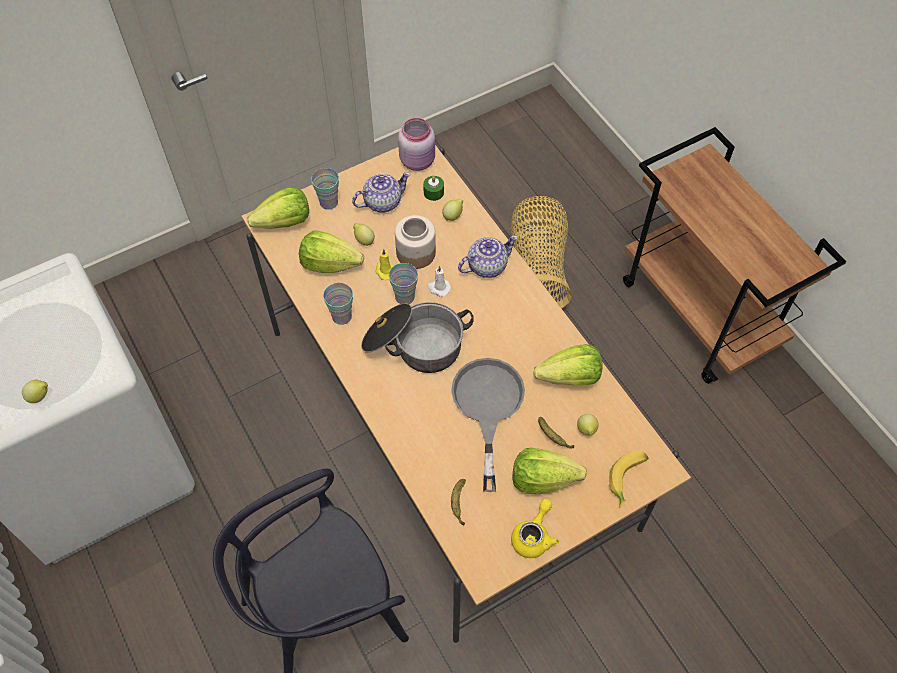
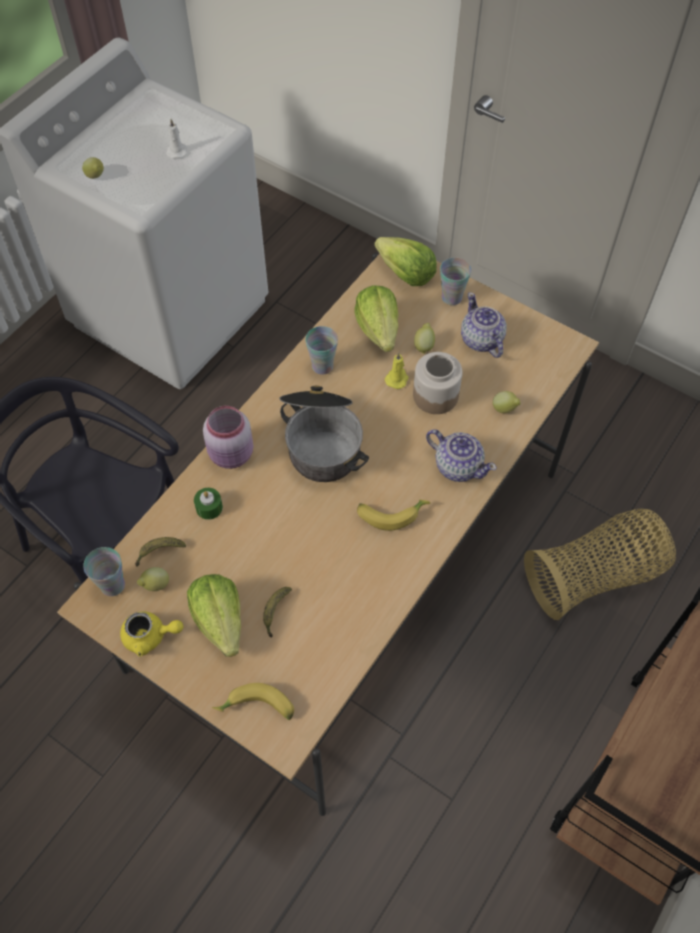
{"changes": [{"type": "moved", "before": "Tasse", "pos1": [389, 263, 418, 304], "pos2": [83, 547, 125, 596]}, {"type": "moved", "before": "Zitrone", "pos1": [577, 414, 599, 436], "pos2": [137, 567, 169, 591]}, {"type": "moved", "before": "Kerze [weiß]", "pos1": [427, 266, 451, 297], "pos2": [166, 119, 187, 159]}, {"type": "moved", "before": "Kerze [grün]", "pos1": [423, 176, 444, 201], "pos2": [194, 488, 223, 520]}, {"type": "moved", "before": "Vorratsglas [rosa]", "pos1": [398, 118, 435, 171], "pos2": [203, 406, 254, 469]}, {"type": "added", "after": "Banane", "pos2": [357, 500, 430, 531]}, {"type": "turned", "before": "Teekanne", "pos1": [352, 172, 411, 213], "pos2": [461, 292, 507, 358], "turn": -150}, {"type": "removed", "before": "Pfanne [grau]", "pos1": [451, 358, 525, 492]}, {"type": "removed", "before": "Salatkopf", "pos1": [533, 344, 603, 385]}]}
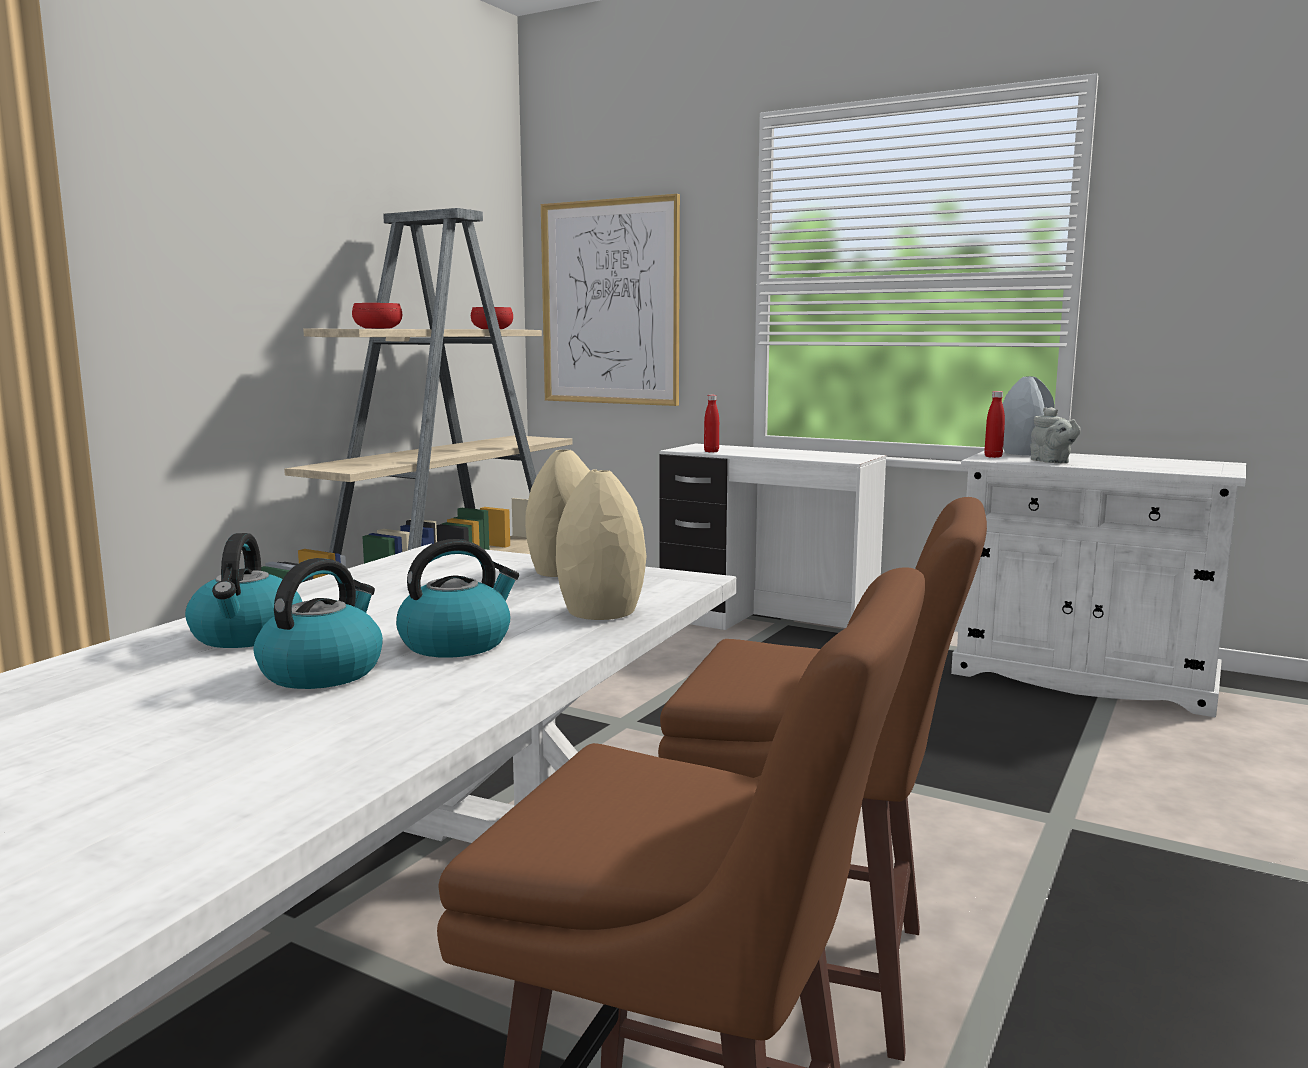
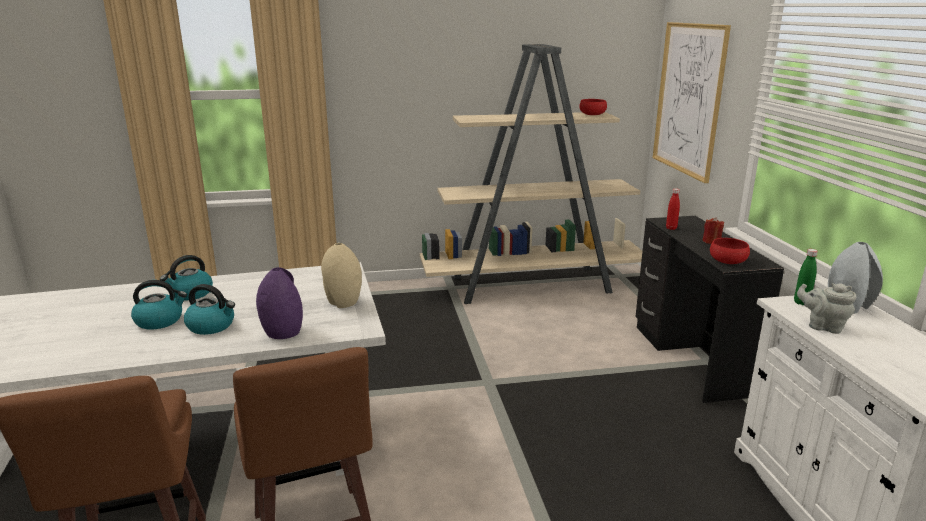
{"changes": [{"type": "recoloured", "before": "Vase [beige]", "after": "Vase [lila]", "pos1": [556, 469, 646, 620], "pos2": [256, 267, 303, 339]}, {"type": "recoloured", "before": "Schreibtisch [weiß]", "after": "Schreibtisch [schwarz]", "pos1": [659, 444, 886, 630], "pos2": [635, 216, 784, 403]}, {"type": "added", "after": "Kerze [rot]", "pos2": [703, 217, 724, 244]}, {"type": "moved", "before": "Schüssel [rot]", "pos1": [352, 303, 402, 329], "pos2": [710, 238, 750, 264]}, {"type": "recoloured", "before": "Flasche [rot]", "after": "Flasche [grün]", "pos1": [984, 391, 1005, 458], "pos2": [794, 249, 818, 305]}, {"type": "turned", "before": "Teekanne [grau]", "pos1": [1030, 407, 1081, 464], "pos2": [797, 283, 856, 334], "turn": 90}]}
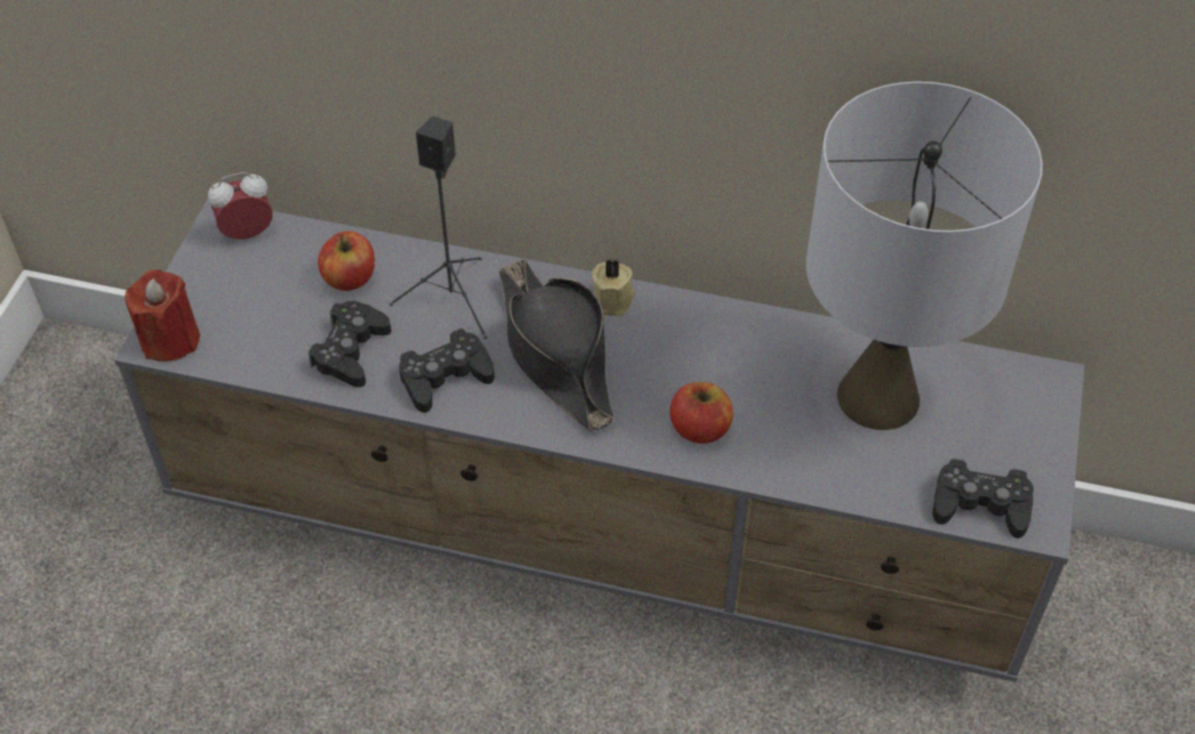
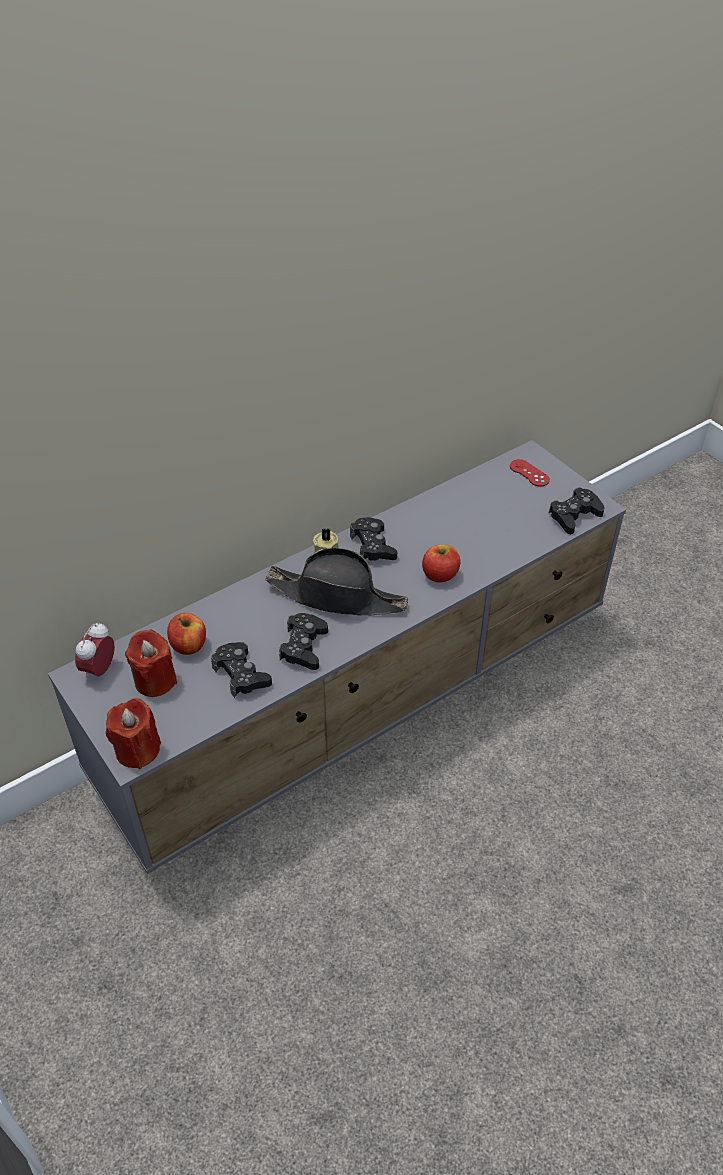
{"changes": [{"type": "added", "after": "Kerze [rot]", "pos2": [125, 629, 177, 697]}, {"type": "added", "after": "Gamepad [schwarz]", "pos2": [350, 517, 397, 561]}, {"type": "added", "after": "Gamepad [rot]", "pos2": [510, 459, 550, 487]}, {"type": "removed", "before": "Lautsprecher [schwarz]", "pos1": [389, 116, 487, 339]}, {"type": "removed", "before": "Tischlampe [grau]", "pos1": [806, 81, 1043, 430]}]}
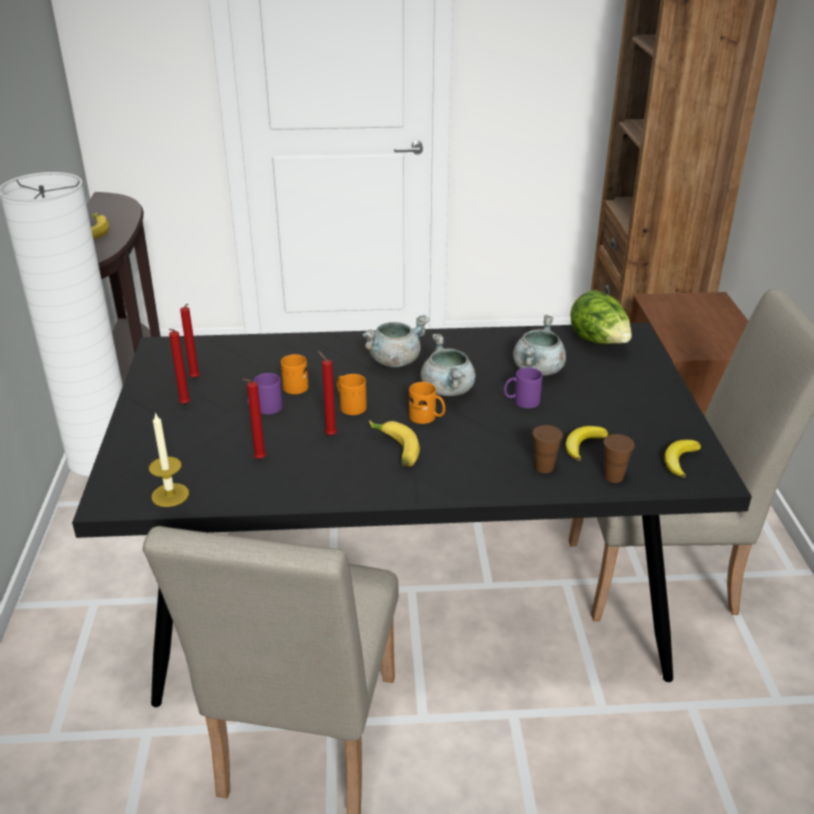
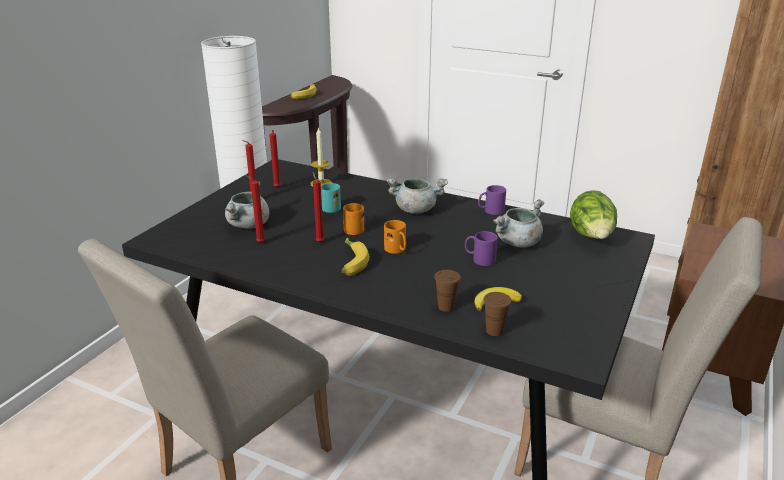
{"changes": [{"type": "moved", "before": "Kochtopf [grau]", "pos1": [421, 334, 476, 397], "pos2": [225, 181, 270, 229]}, {"type": "moved", "before": "Kerze", "pos1": [149, 412, 189, 507], "pos2": [311, 127, 332, 187]}, {"type": "recoloured", "before": "Henkelbecher [orange]", "after": "Henkelbecher [türkis]", "pos1": [281, 354, 308, 394], "pos2": [321, 183, 341, 213]}, {"type": "moved", "before": "Henkelbecher [lila]", "pos1": [247, 373, 283, 414], "pos2": [478, 185, 506, 215]}, {"type": "removed", "before": "Banane", "pos1": [664, 440, 701, 478]}]}
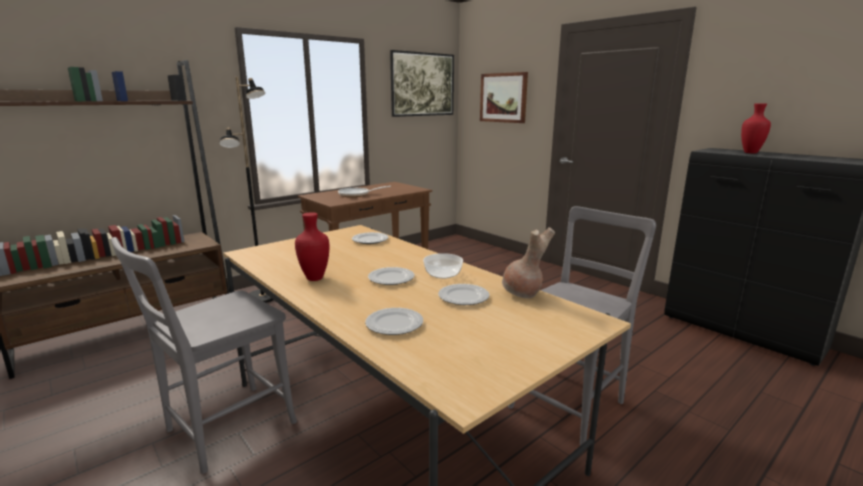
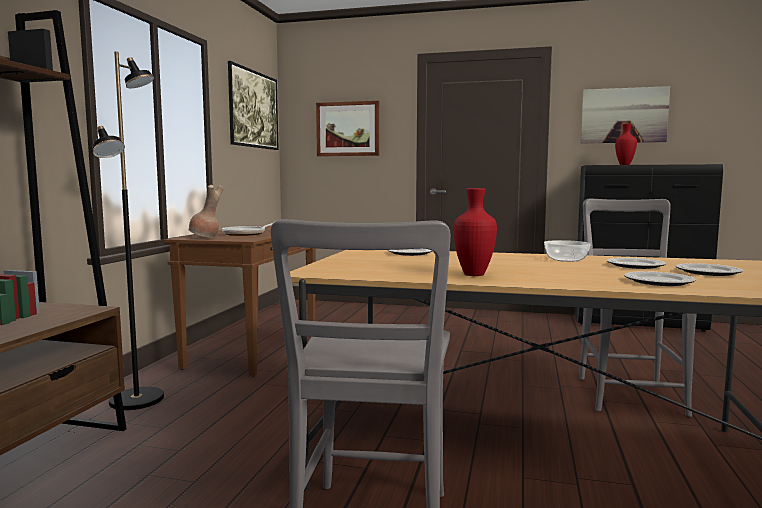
{"changes": [{"type": "moved", "before": "Vase [braun]", "pos1": [502, 227, 555, 298], "pos2": [189, 185, 223, 238]}, {"type": "added", "after": "Bild", "pos2": [581, 86, 670, 143]}, {"type": "moved", "before": "Teller", "pos1": [368, 267, 414, 285], "pos2": [676, 263, 743, 276]}]}
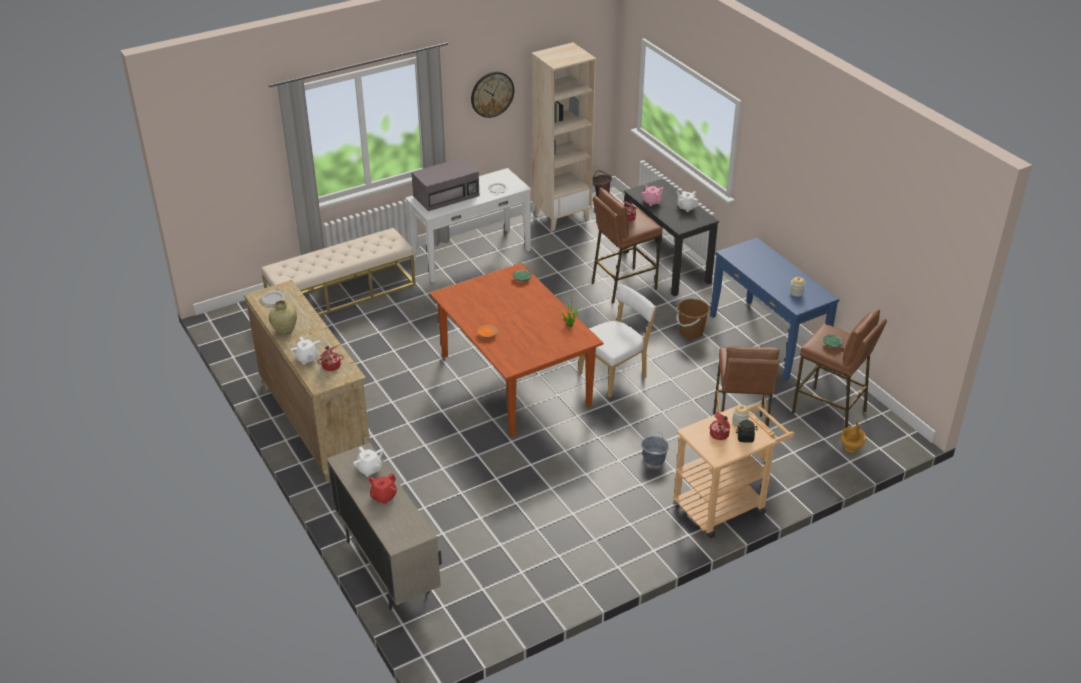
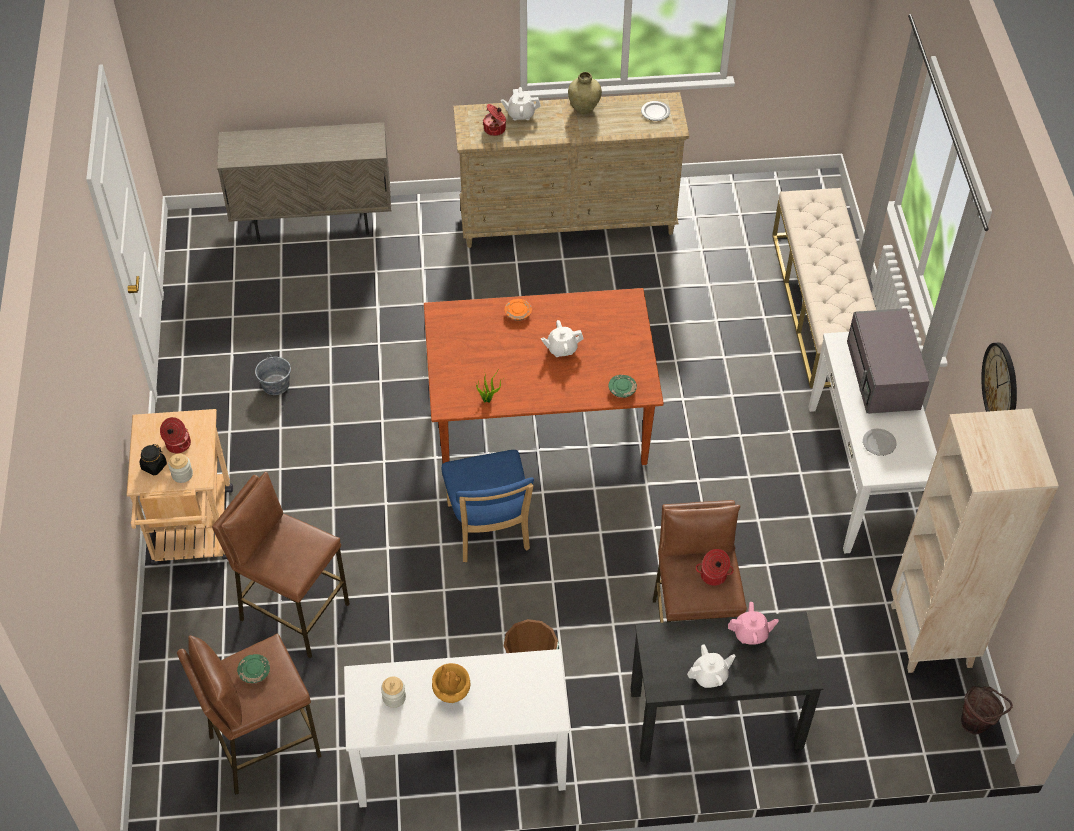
{"changes": [{"type": "moved", "before": "Eimer [grau]", "pos1": [641, 435, 669, 466], "pos2": [255, 355, 291, 395]}, {"type": "recoloured", "before": "Konsolentisch [blau]", "after": "Konsolentisch [weiß]", "pos1": [710, 237, 839, 381], "pos2": [344, 649, 570, 808]}, {"type": "moved", "before": "Vase [braun]", "pos1": [841, 421, 866, 453], "pos2": [432, 663, 471, 703]}, {"type": "recoloured", "before": "Stuhl [weiß]", "after": "Stuhl [blau]", "pos1": [578, 284, 657, 398], "pos2": [442, 450, 534, 562]}, {"type": "moved", "before": "Teekanne [weiß]", "pos1": [353, 446, 383, 477], "pos2": [541, 320, 583, 357]}, {"type": "removed", "before": "Teekanne [rot]", "pos1": [368, 473, 397, 504]}]}
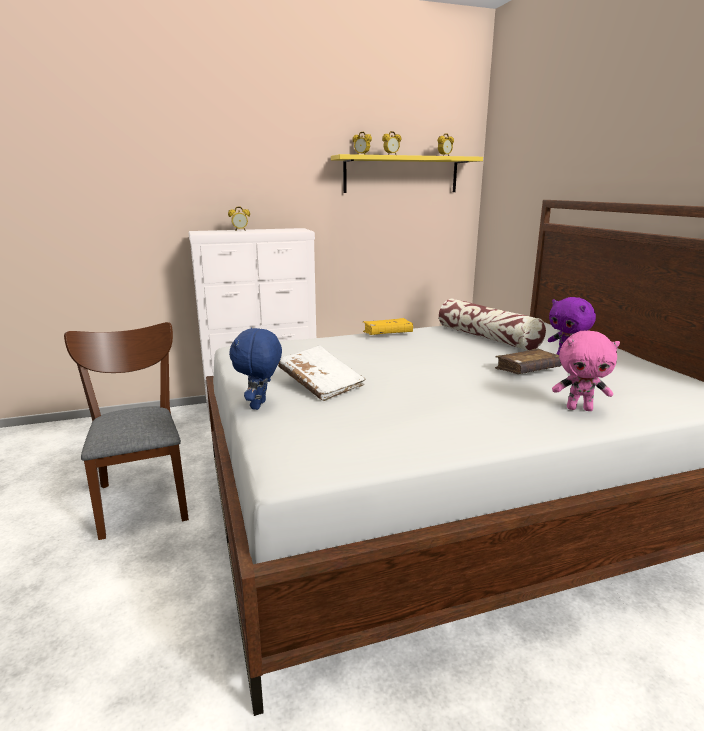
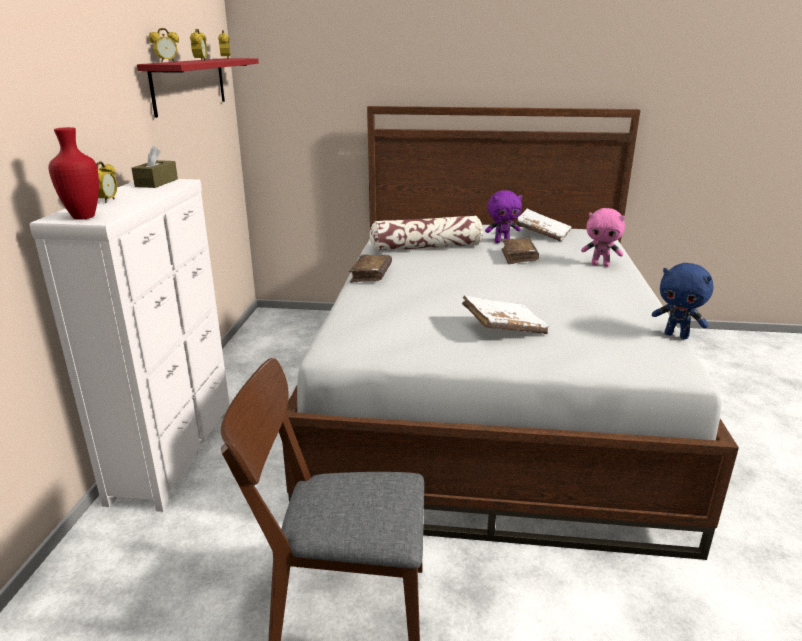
{"changes": [{"type": "added", "after": "Vase [rot]", "pos2": [49, 127, 99, 220]}, {"type": "added", "after": "Taschentuchbox [braun]", "pos2": [131, 146, 178, 188]}, {"type": "recoloured", "before": "Wandregal [gelb]", "after": "Wandregal [rot]", "pos1": [331, 154, 483, 193], "pos2": [137, 58, 259, 118]}, {"type": "recoloured", "before": "Buch [gelb]", "after": "Buch [braun]", "pos1": [363, 318, 413, 335], "pos2": [349, 254, 392, 283]}, {"type": "added", "after": "Buch [weiß]", "pos2": [516, 209, 572, 242]}, {"type": "turned", "before": "Plüschtier [rosa]", "pos1": [552, 330, 620, 411], "pos2": [581, 208, 625, 267], "turn": 75}, {"type": "moved", "before": "Plüschtier [blau]", "pos1": [229, 327, 282, 410], "pos2": [652, 263, 714, 339]}]}
